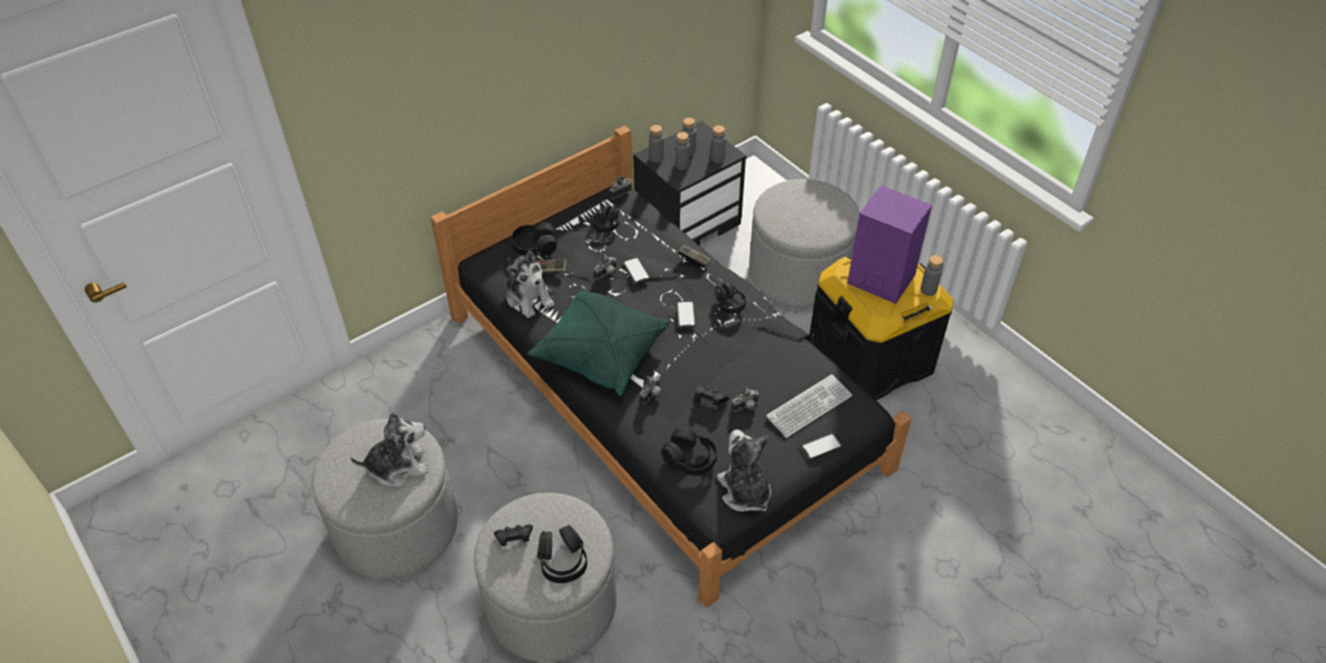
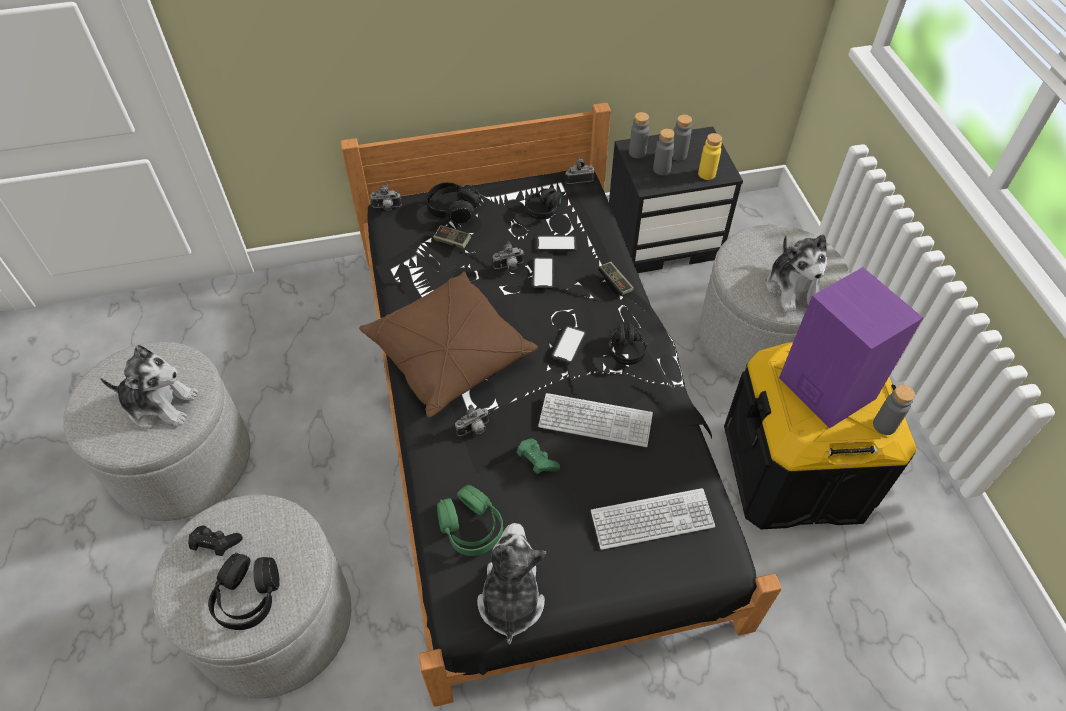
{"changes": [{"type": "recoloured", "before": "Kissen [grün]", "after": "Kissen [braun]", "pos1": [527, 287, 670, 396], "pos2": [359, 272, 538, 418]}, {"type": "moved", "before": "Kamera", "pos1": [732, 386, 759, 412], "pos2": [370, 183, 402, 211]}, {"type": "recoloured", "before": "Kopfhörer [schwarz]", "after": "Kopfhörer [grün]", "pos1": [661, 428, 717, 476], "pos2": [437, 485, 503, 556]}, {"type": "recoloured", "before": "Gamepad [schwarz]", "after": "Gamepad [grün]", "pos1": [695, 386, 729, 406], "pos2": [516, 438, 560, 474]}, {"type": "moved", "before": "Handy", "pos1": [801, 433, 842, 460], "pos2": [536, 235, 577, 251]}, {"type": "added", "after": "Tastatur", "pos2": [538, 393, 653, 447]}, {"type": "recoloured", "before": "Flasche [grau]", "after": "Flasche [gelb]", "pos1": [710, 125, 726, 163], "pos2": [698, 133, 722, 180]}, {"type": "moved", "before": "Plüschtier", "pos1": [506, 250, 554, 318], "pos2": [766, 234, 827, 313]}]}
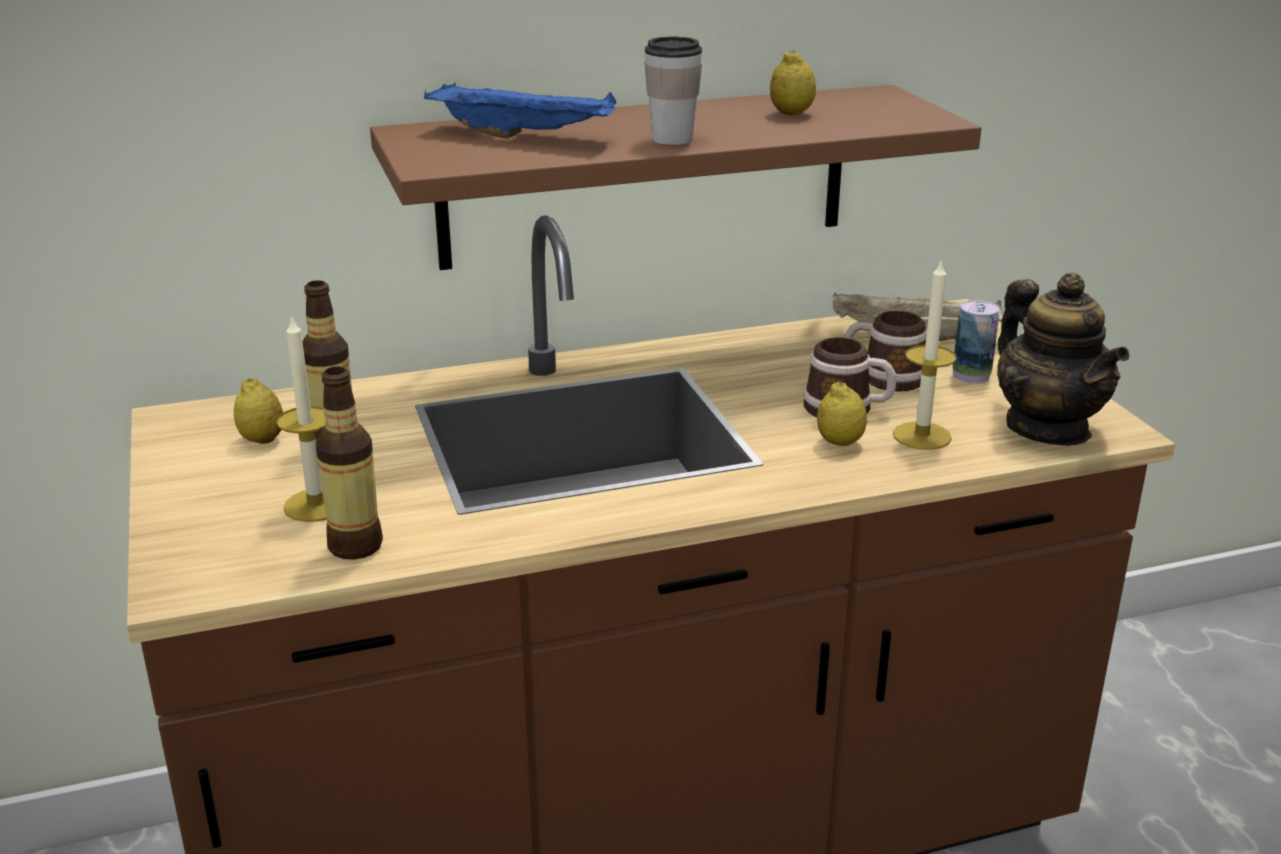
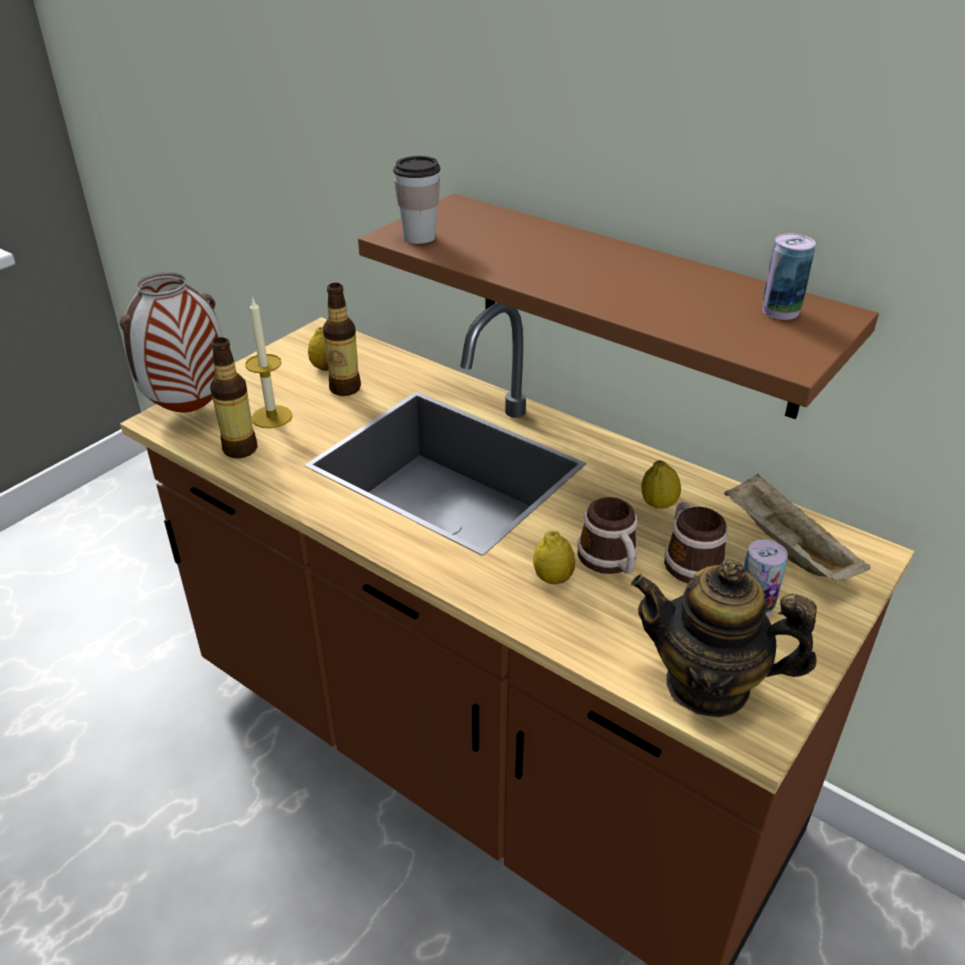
{"changes": [{"type": "added", "after": "Vase", "pos2": [119, 272, 223, 412]}, {"type": "moved", "before": "Tasse", "pos1": [644, 36, 702, 145], "pos2": [393, 156, 440, 244]}, {"type": "turned", "before": "Teekanne", "pos1": [997, 273, 1130, 446], "pos2": [631, 559, 817, 717], "turn": 75}, {"type": "moved", "before": "Zitrone", "pos1": [770, 50, 816, 115], "pos2": [641, 460, 681, 508]}, {"type": "added", "after": "Dose", "pos2": [762, 234, 816, 320]}, {"type": "removed", "before": "Tablett [blau]", "pos1": [424, 83, 616, 139]}, {"type": "removed", "before": "Kerze", "pos1": [893, 258, 957, 450]}]}
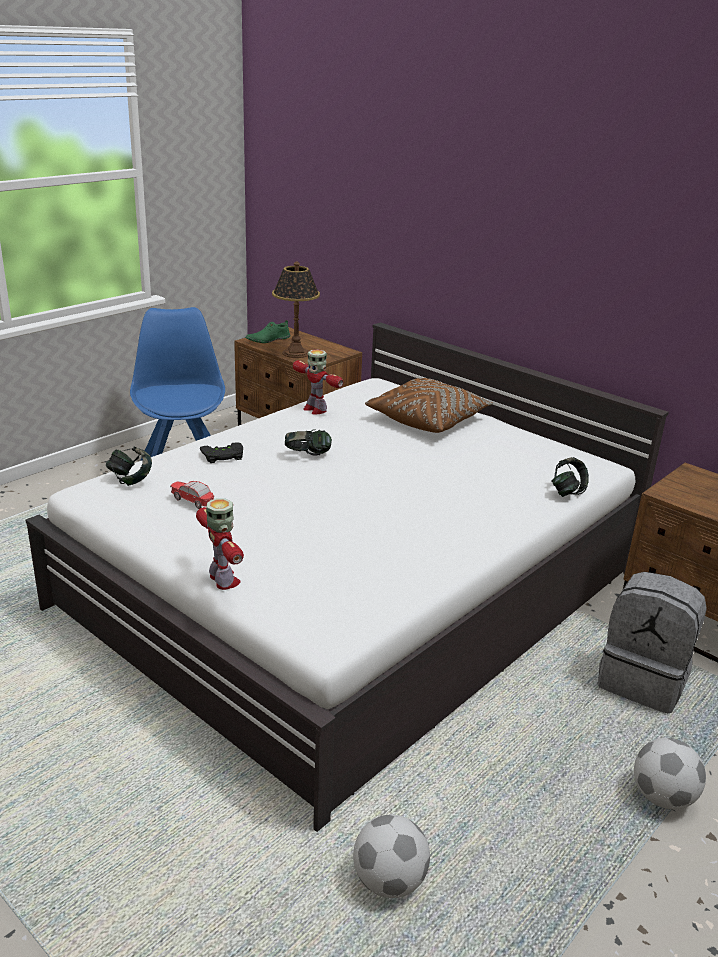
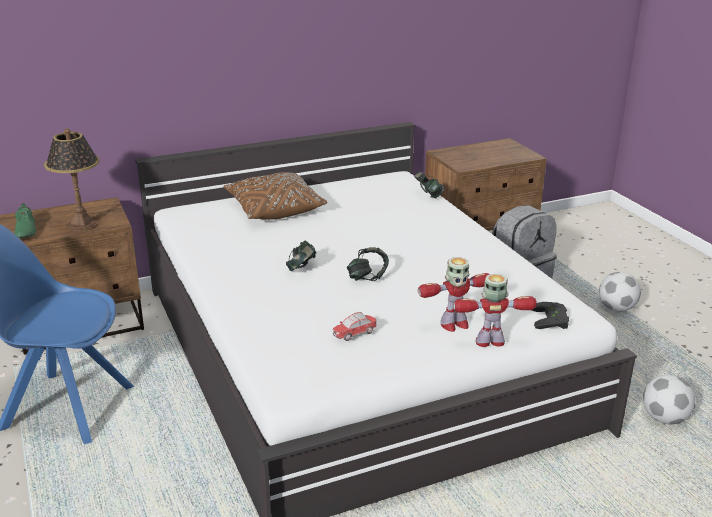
{"changes": [{"type": "moved", "before": "Kopfhörer", "pos1": [106, 447, 152, 486], "pos2": [347, 247, 389, 281]}, {"type": "moved", "before": "Spielzeugroboter", "pos1": [293, 349, 343, 414], "pos2": [418, 257, 490, 332]}, {"type": "moved", "before": "Gamepad [schwarz]", "pos1": [200, 443, 243, 463], "pos2": [532, 302, 569, 329]}]}
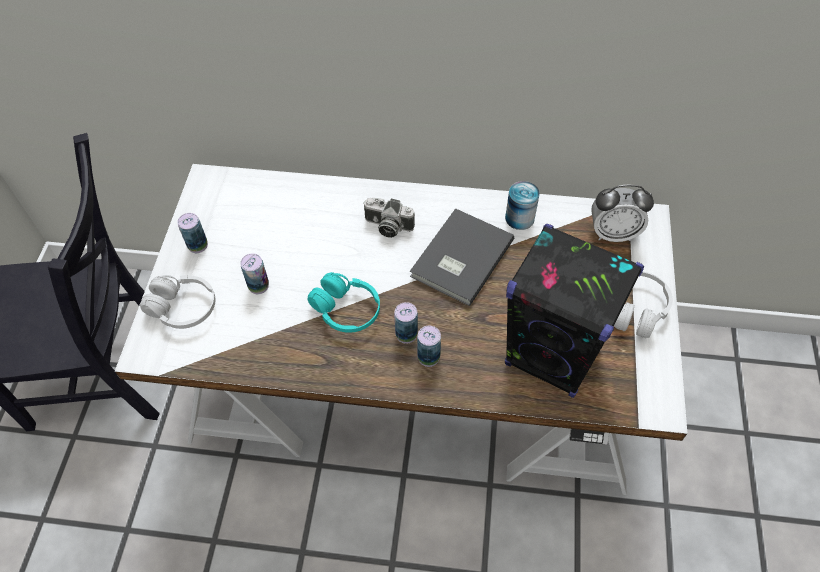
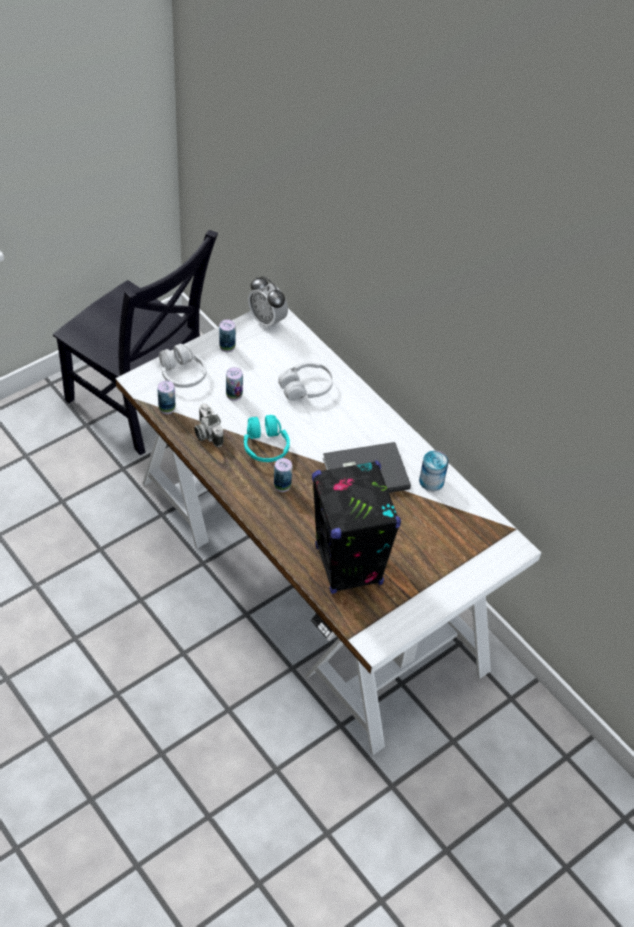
{"changes": [{"type": "moved", "before": "Dose", "pos1": [417, 326, 441, 367], "pos2": [157, 381, 176, 414]}, {"type": "moved", "before": "Kamera", "pos1": [363, 198, 415, 238], "pos2": [194, 403, 224, 447]}, {"type": "moved", "before": "Wecker", "pos1": [592, 185, 654, 242], "pos2": [248, 276, 288, 330]}, {"type": "moved", "before": "Kopfhörer [weiß]", "pos1": [614, 272, 673, 338], "pos2": [278, 362, 333, 401]}]}
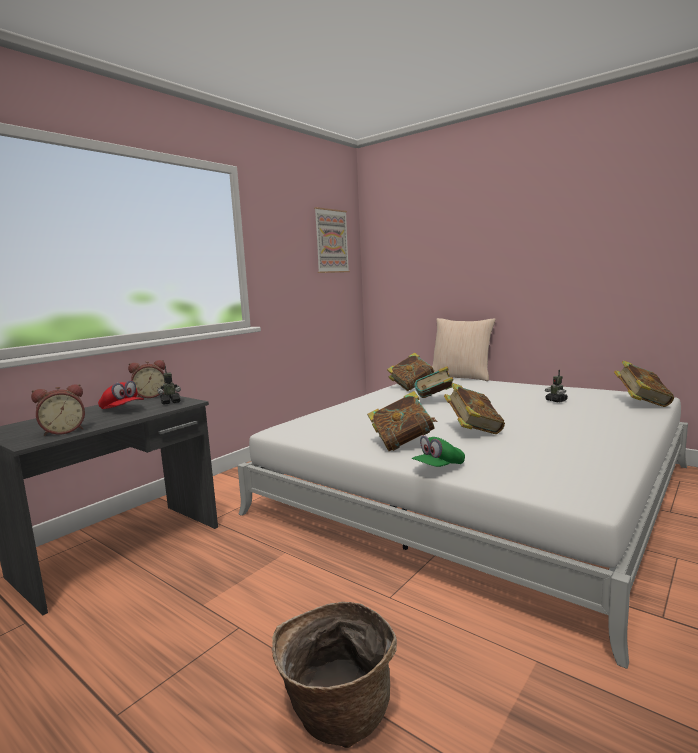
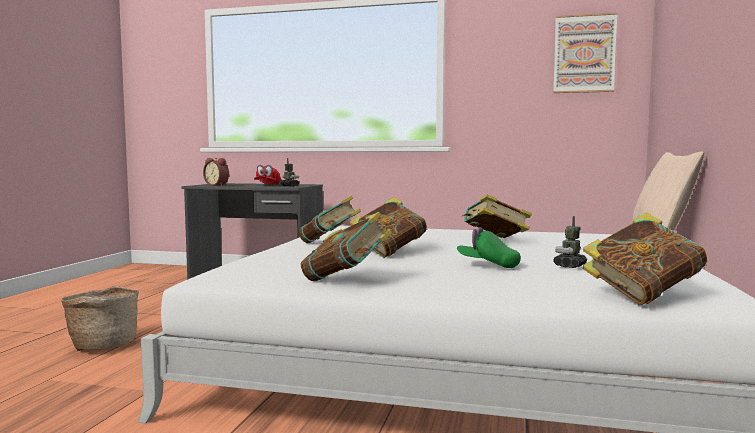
{"changes": [{"type": "moved", "before": "Buch", "pos1": [387, 352, 434, 391], "pos2": [300, 212, 392, 281]}, {"type": "moved", "before": "Kappe [grün]", "pos1": [412, 435, 465, 467], "pos2": [457, 227, 521, 268]}, {"type": "removed", "before": "Wecker", "pos1": [128, 360, 165, 398]}]}
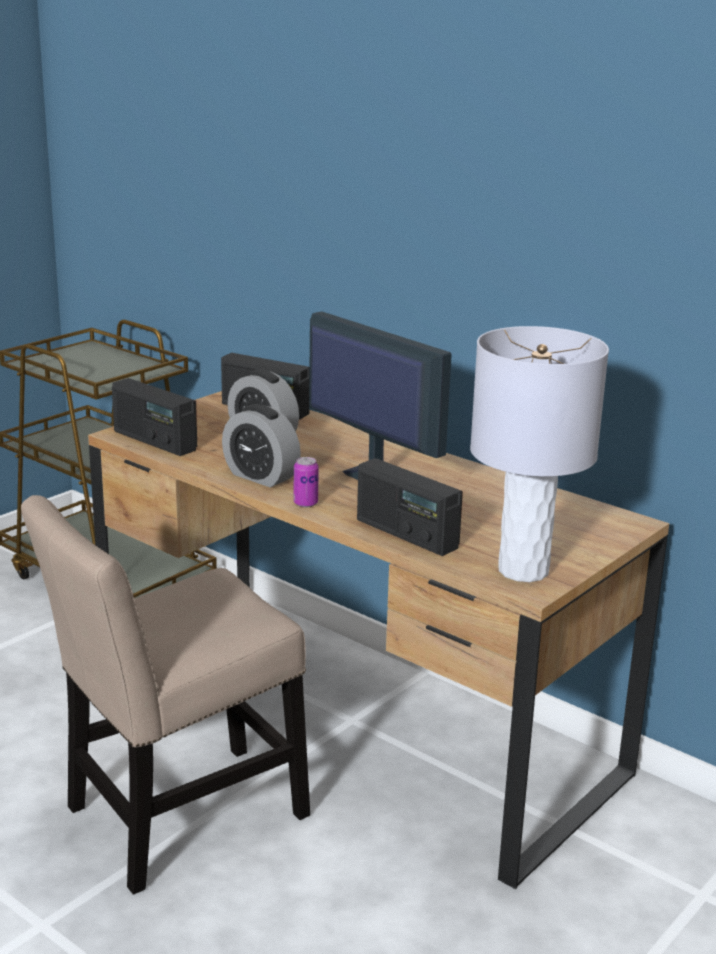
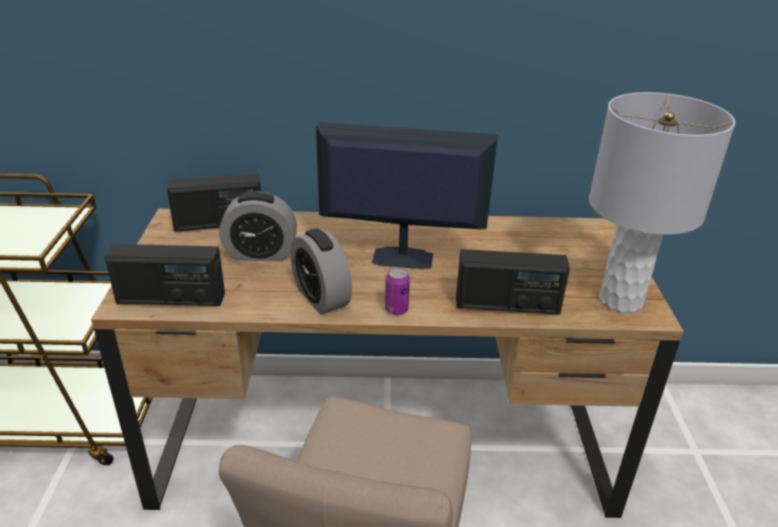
{"changes": [{"type": "turned", "before": "Wecker", "pos1": [222, 404, 301, 487], "pos2": [291, 229, 352, 315], "turn": 60}]}
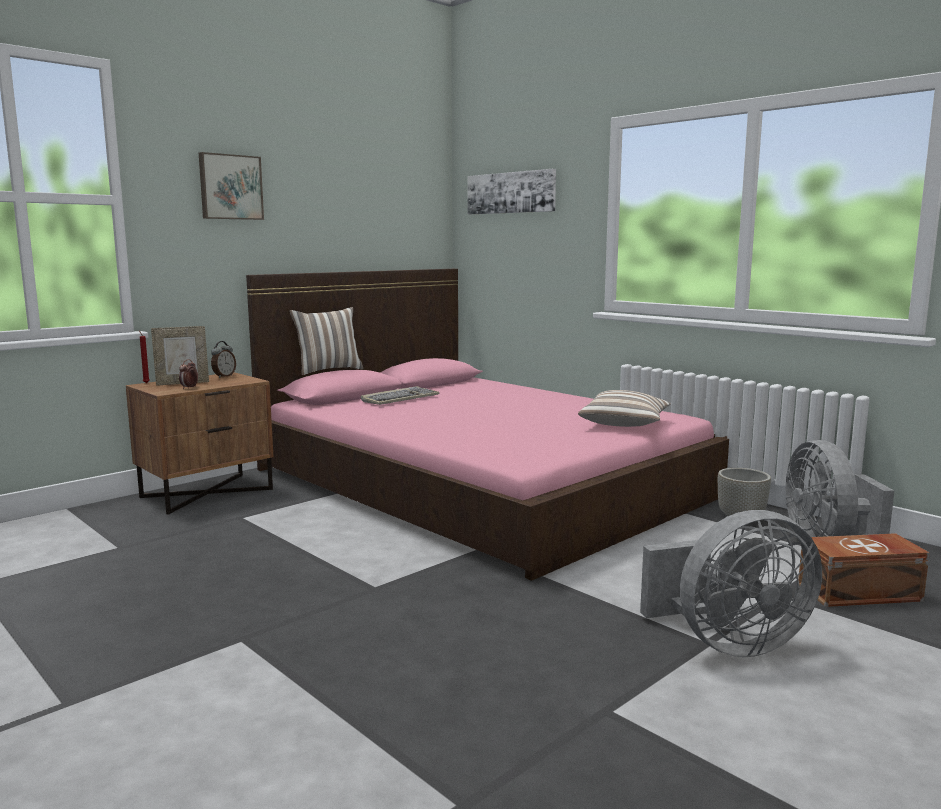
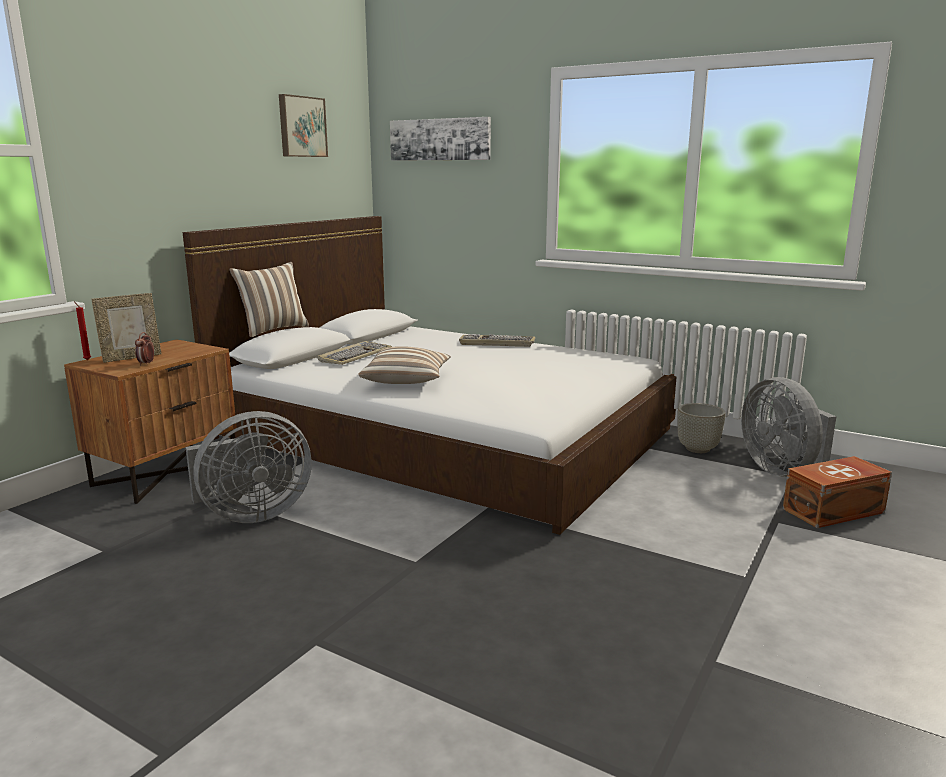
{"changes": [{"type": "recoloured", "before": "Bett [rosa]", "after": "Bett [weiß]", "pos1": [246, 269, 729, 581], "pos2": [183, 216, 676, 535]}, {"type": "moved", "before": "Ventilator [grau]", "pos1": [640, 510, 822, 657], "pos2": [186, 411, 312, 523]}, {"type": "moved", "before": "Bild", "pos1": [199, 152, 264, 220], "pos2": [279, 94, 328, 157]}, {"type": "moved", "before": "Kissen", "pos1": [578, 390, 671, 427], "pos2": [358, 346, 451, 384]}, {"type": "added", "after": "Tastatur", "pos2": [459, 334, 535, 347]}, {"type": "removed", "before": "Wecker", "pos1": [211, 341, 236, 378]}]}
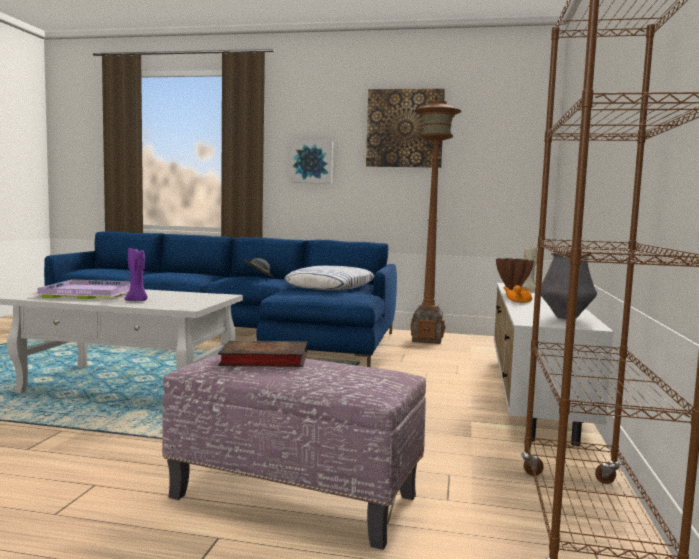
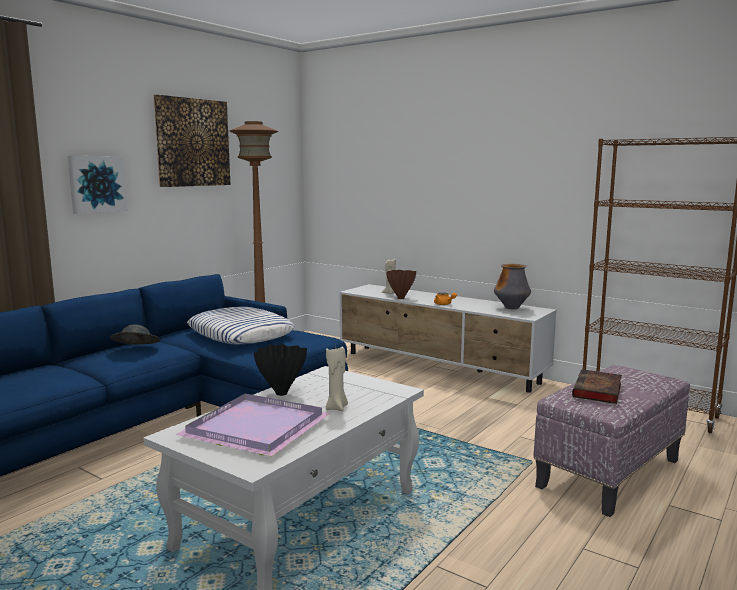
{"changes": [{"type": "added", "after": "Vase [schwarz]", "pos2": [254, 344, 307, 396]}, {"type": "recoloured", "before": "Kerze [lila]", "after": "Kerze [beige]", "pos1": [125, 247, 148, 301], "pos2": [326, 347, 348, 411]}]}
